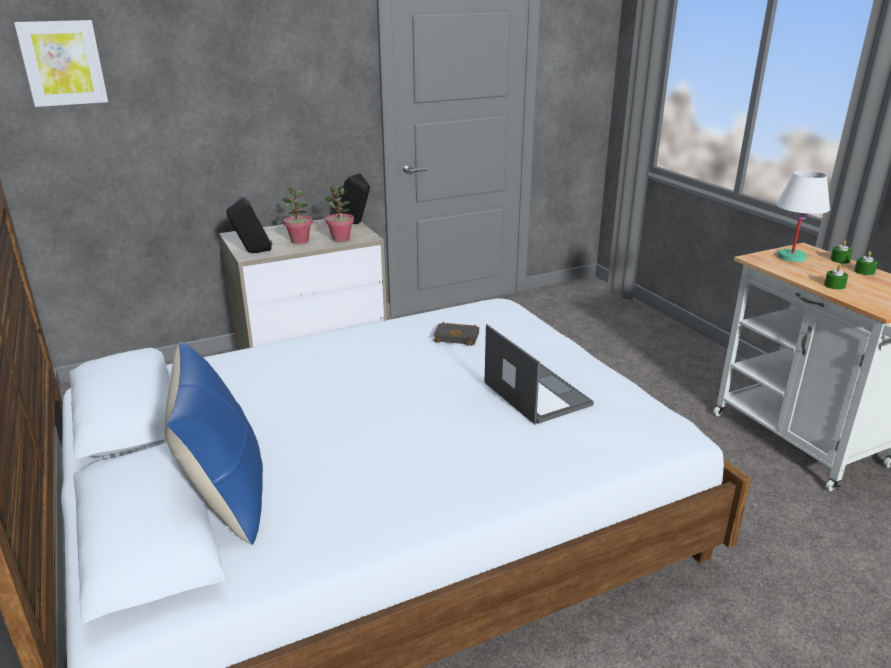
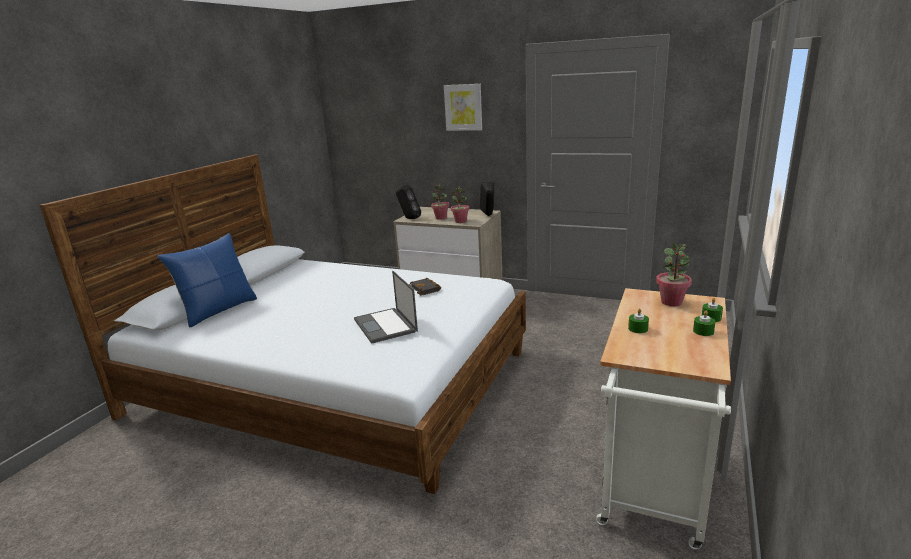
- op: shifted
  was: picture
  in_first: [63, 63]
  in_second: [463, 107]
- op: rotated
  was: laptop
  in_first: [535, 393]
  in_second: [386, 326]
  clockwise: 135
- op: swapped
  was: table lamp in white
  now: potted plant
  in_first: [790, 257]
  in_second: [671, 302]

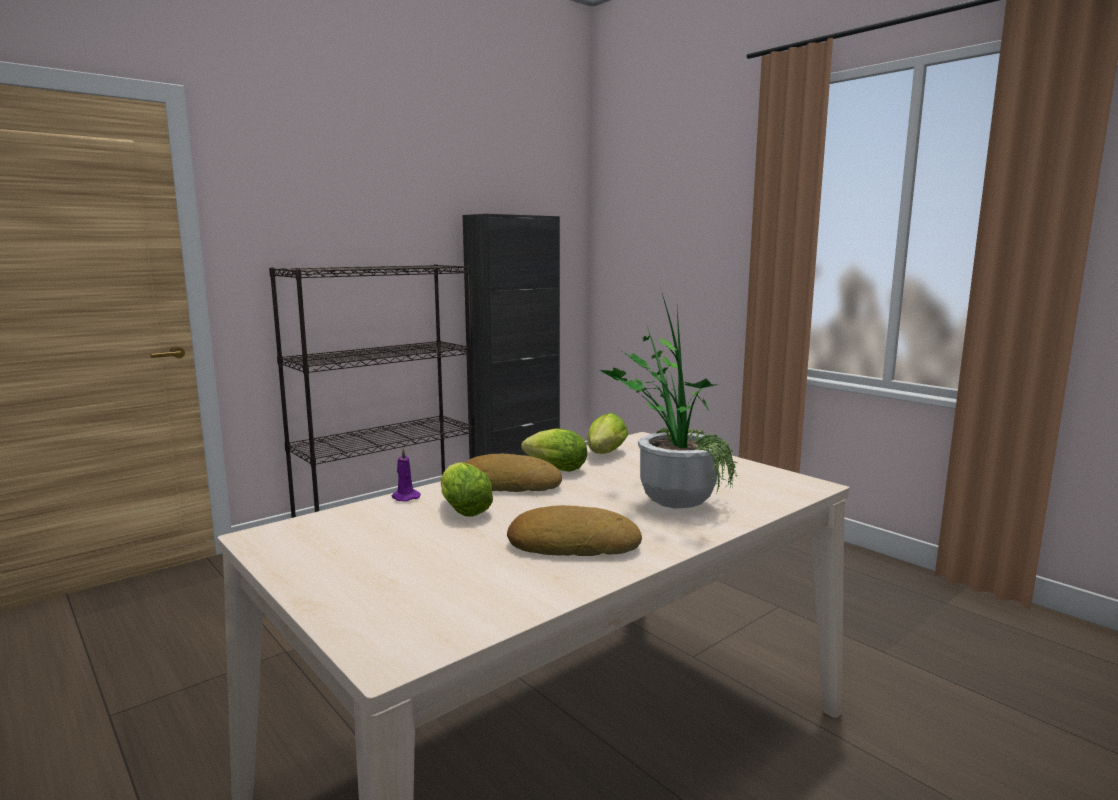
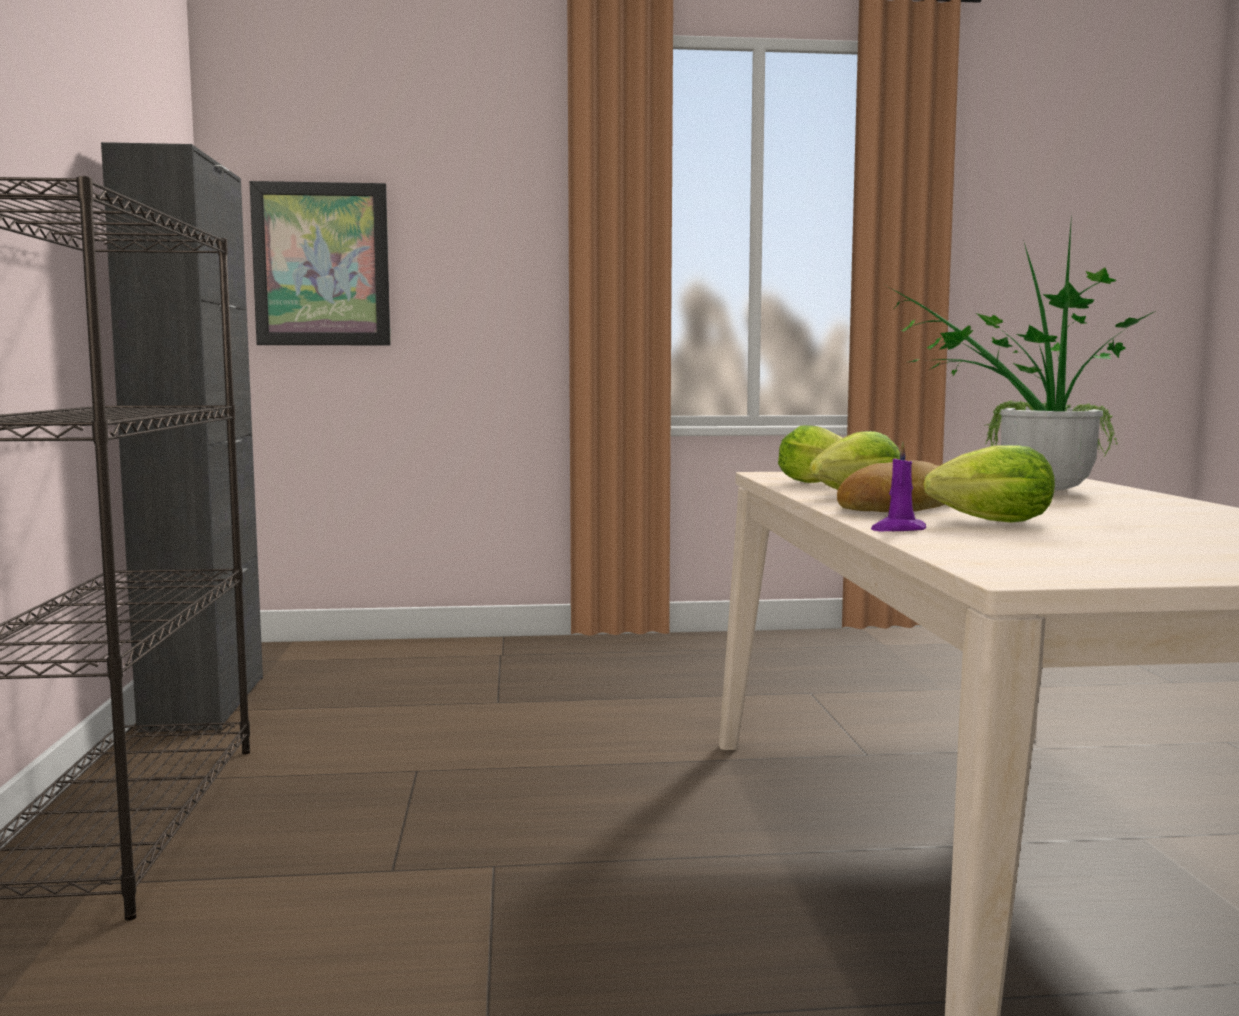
- op: gone
  was: bread
  in_first: [572, 544]
- op: new
  now: picture
  in_second: [321, 264]

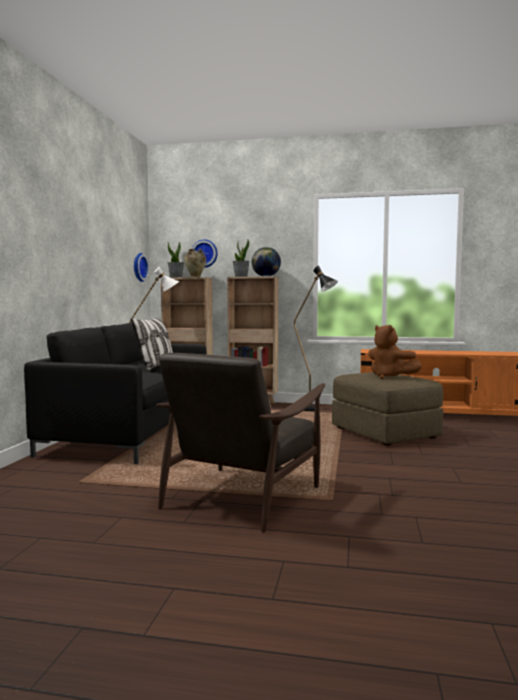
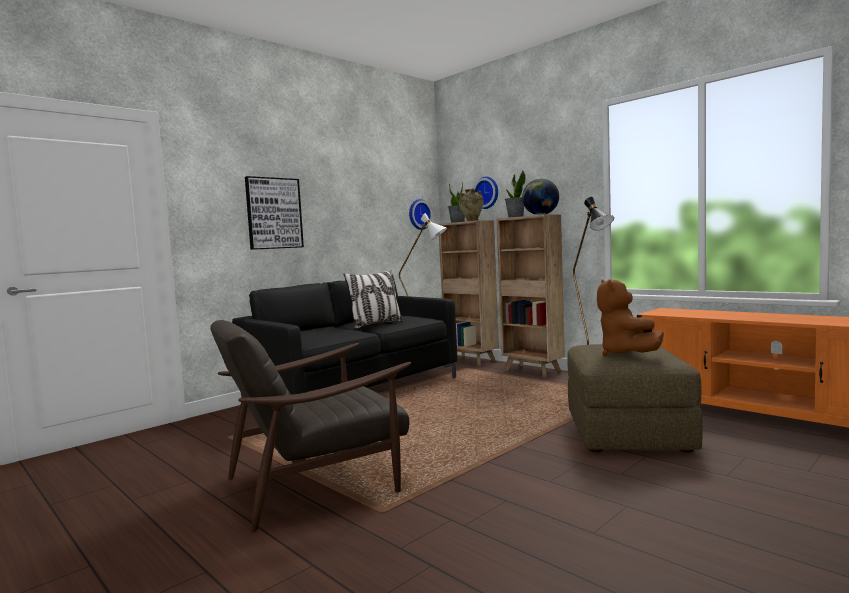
- op: new
  now: picture
  in_second: [274, 213]

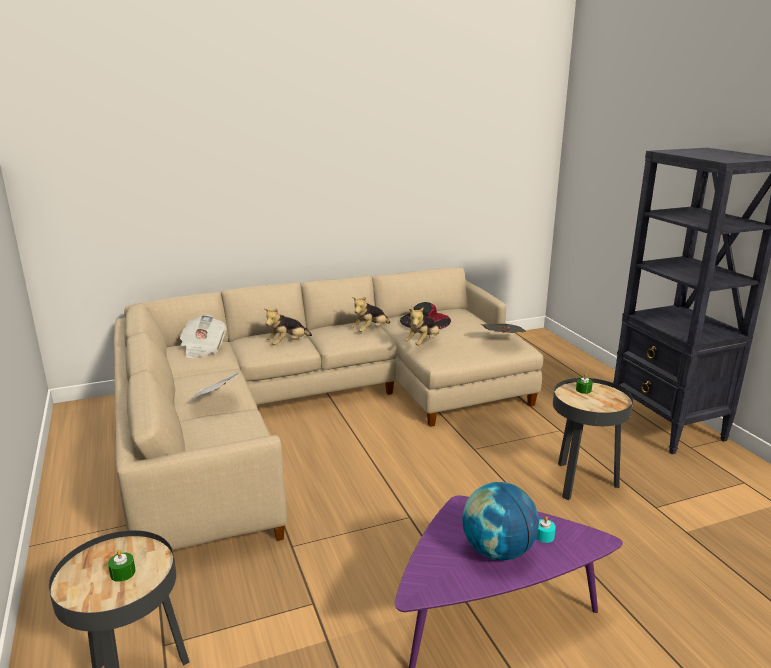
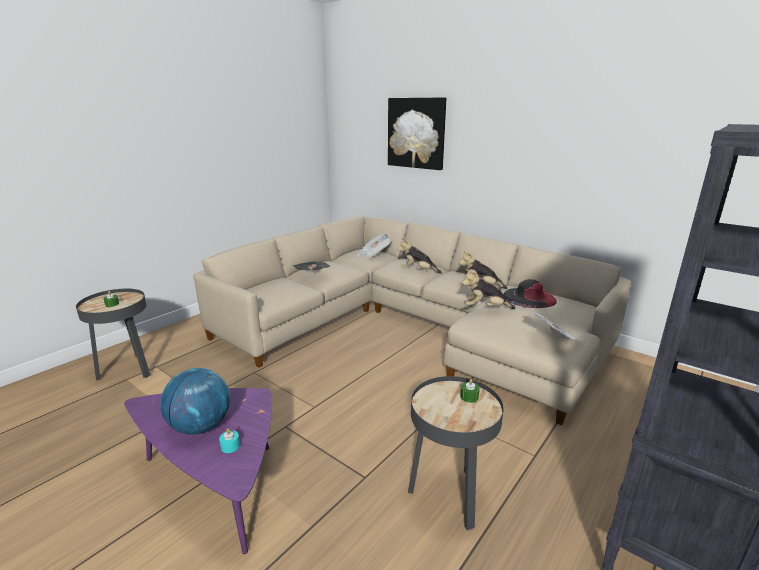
- op: new
  now: picture
  in_second: [416, 133]

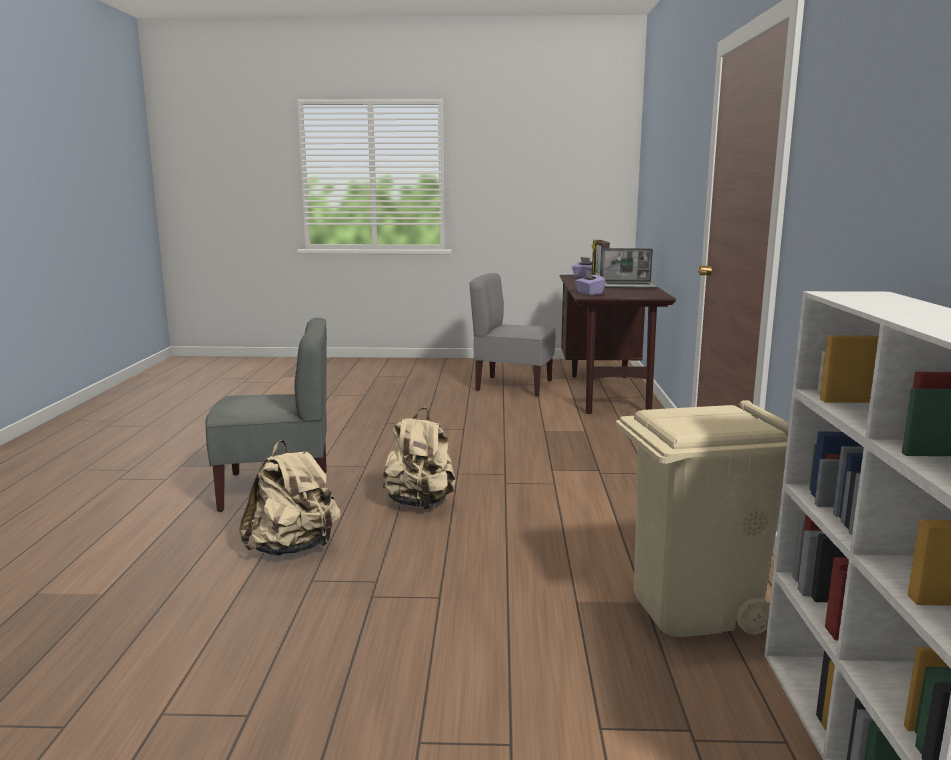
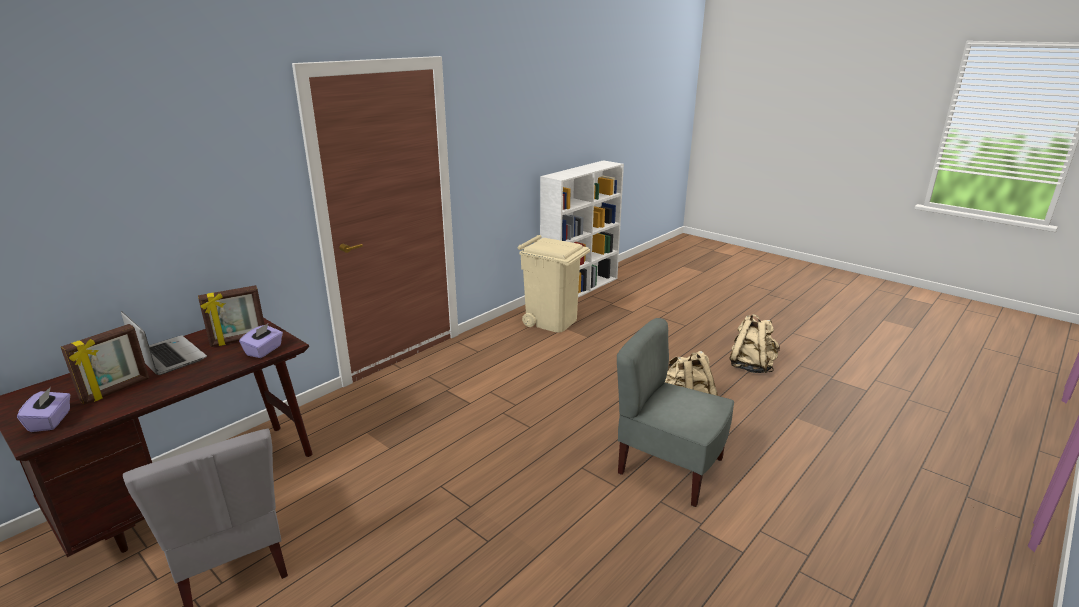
- op: shifted
  was: backpack in beige
  in_first: [420, 503]
  in_second: [751, 366]
- op: new
  now: picture frame
  in_second: [238, 340]

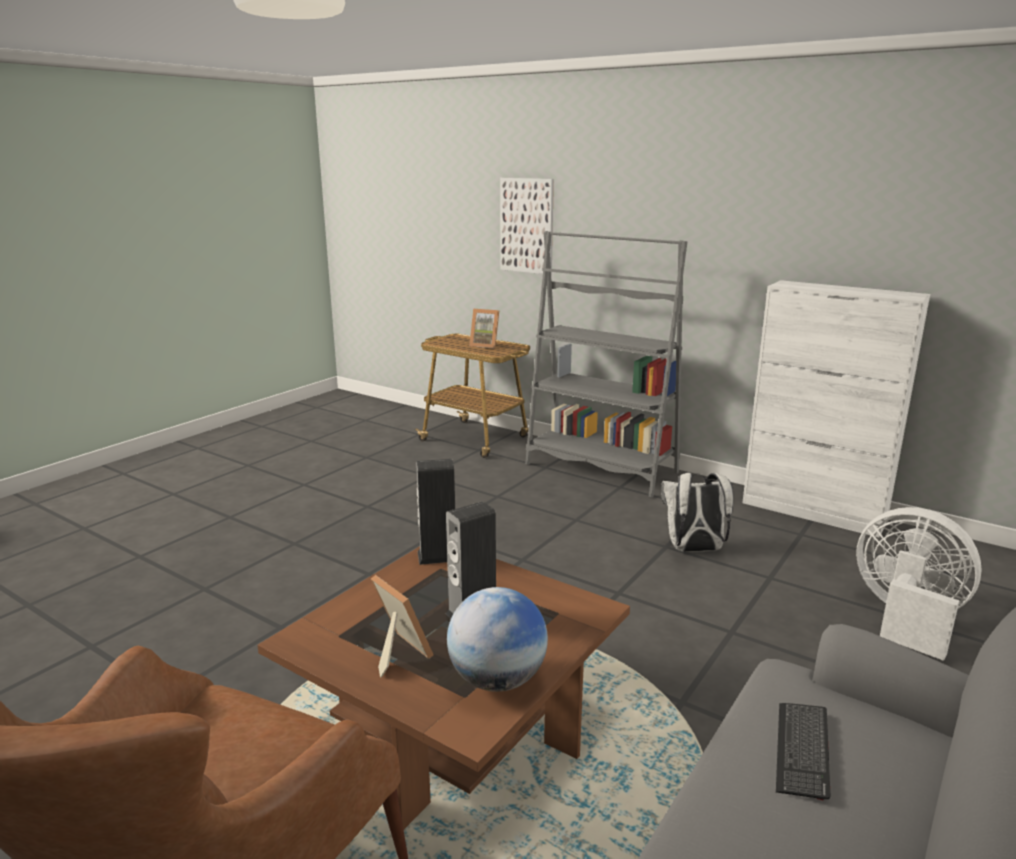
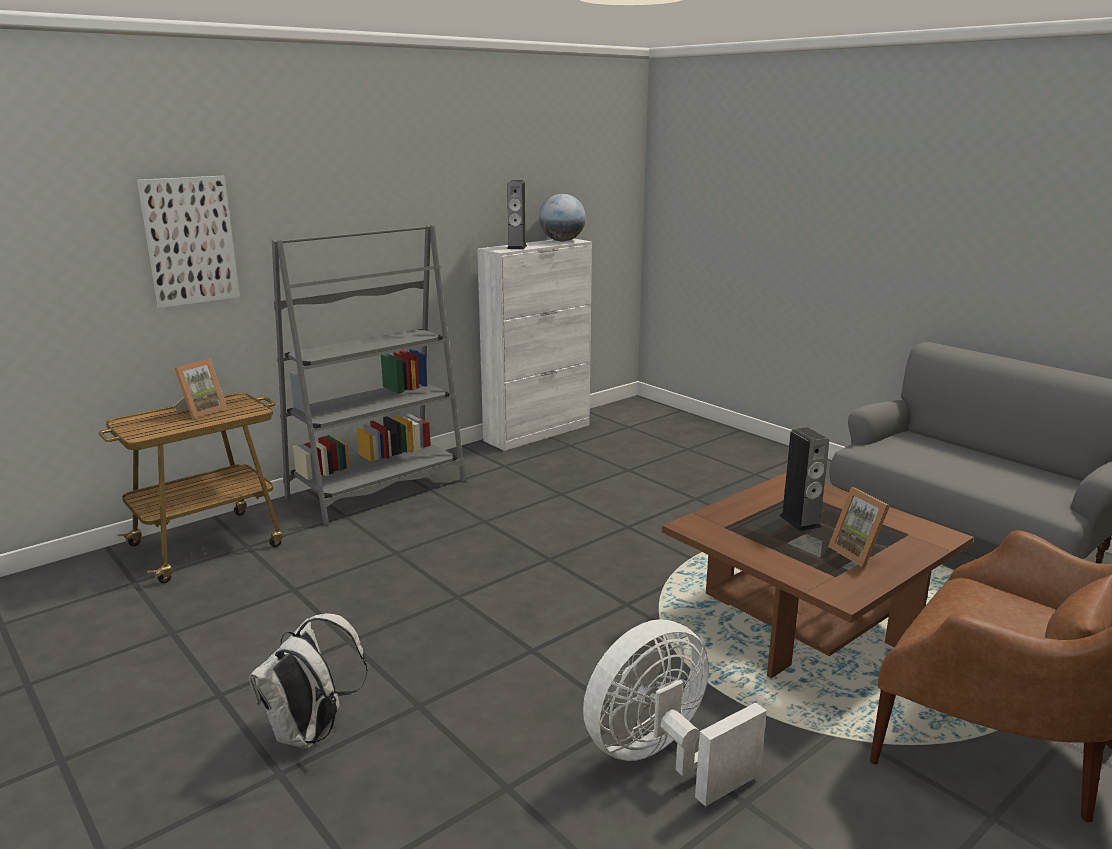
- op: rotated
  was: picture frame
  in_first: [397, 653]
  in_second: [859, 553]
  clockwise: -90
- op: shifted
  was: speaker
  in_first: [438, 556]
  in_second: [517, 247]
- op: shifted
  was: globe
  in_first: [497, 680]
  in_second: [562, 241]
- op: shifted
  was: backpack in white
  in_first: [694, 550]
  in_second: [311, 733]
- op: gone
  was: keyboard
  in_first: [802, 751]
- op: shifted
  was: fan in white
  in_first: [906, 618]
  in_second: [662, 758]

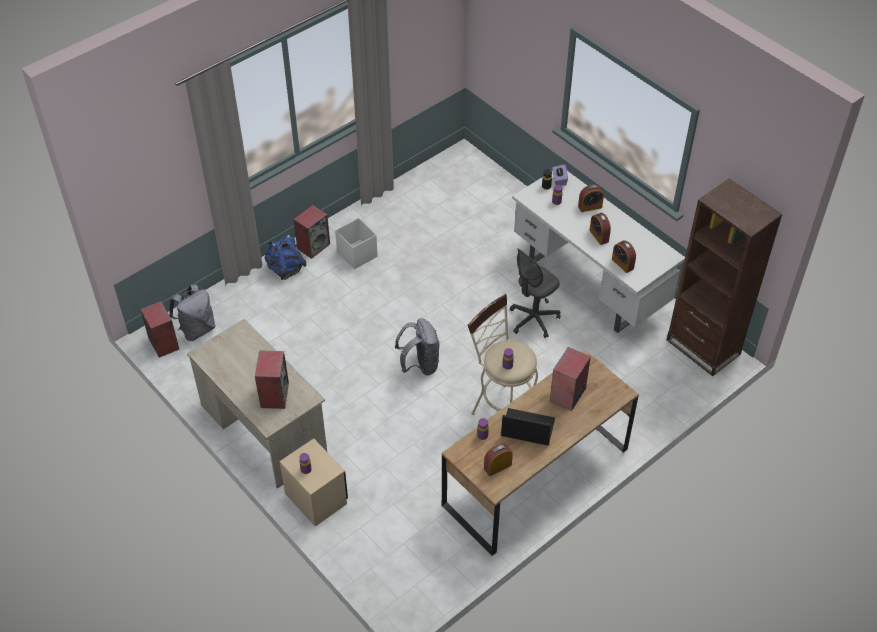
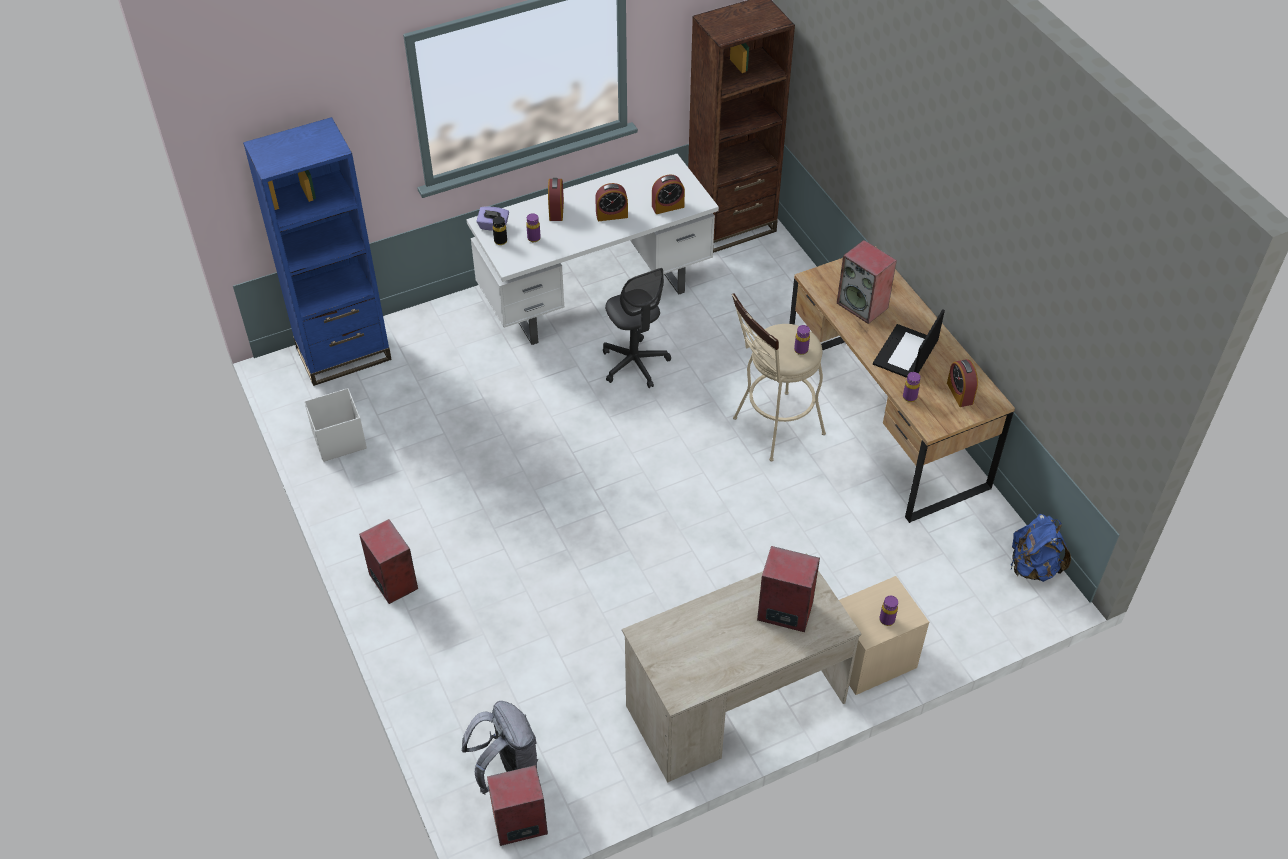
- op: shifted
  was: backpack in blue
  in_first: [286, 269]
  in_second: [1033, 567]
- op: shifted
  was: storage box in white
  in_first: [357, 254]
  in_second: [338, 440]
- op: gone
  was: backpack in grey
  in_first: [420, 365]
- op: new
  now: bookcase in blue
  in_second: [344, 354]

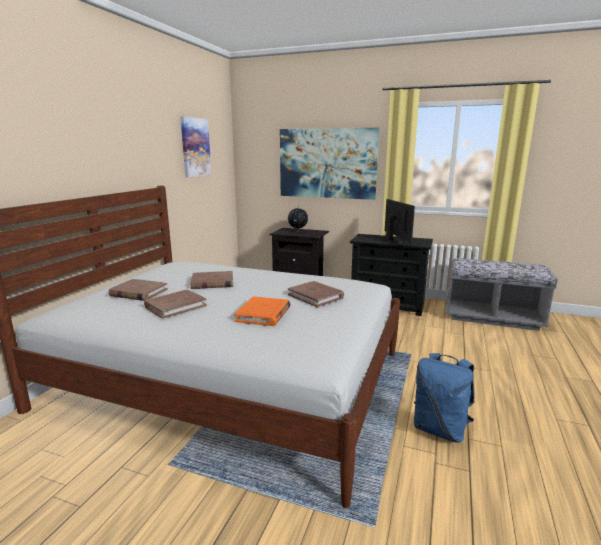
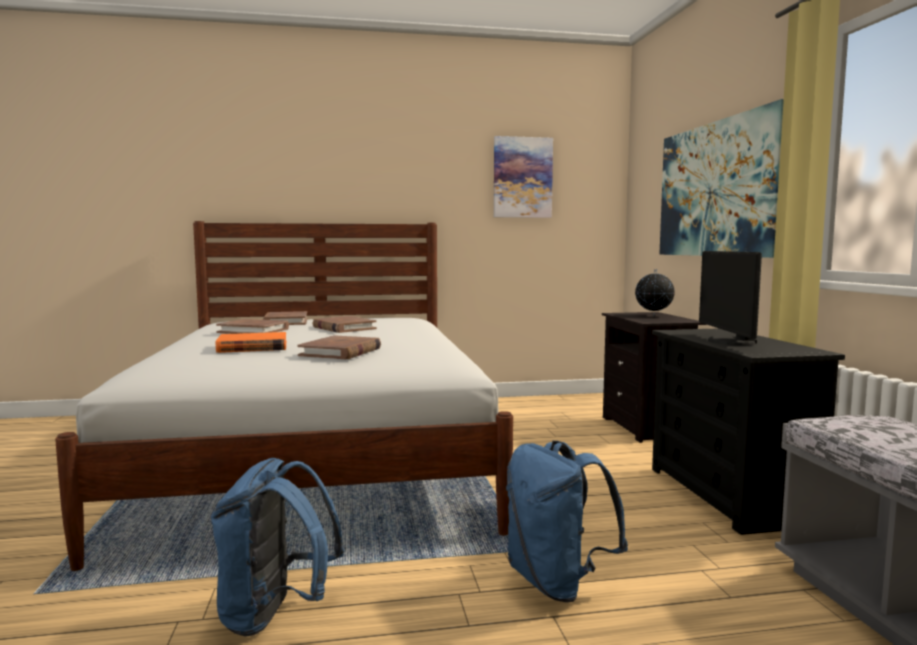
- op: rotated
  was: monitor
  in_first: [395, 241]
  in_second: [729, 342]
  clockwise: 135
- op: new
  now: backpack in blue
  in_second: [557, 583]

